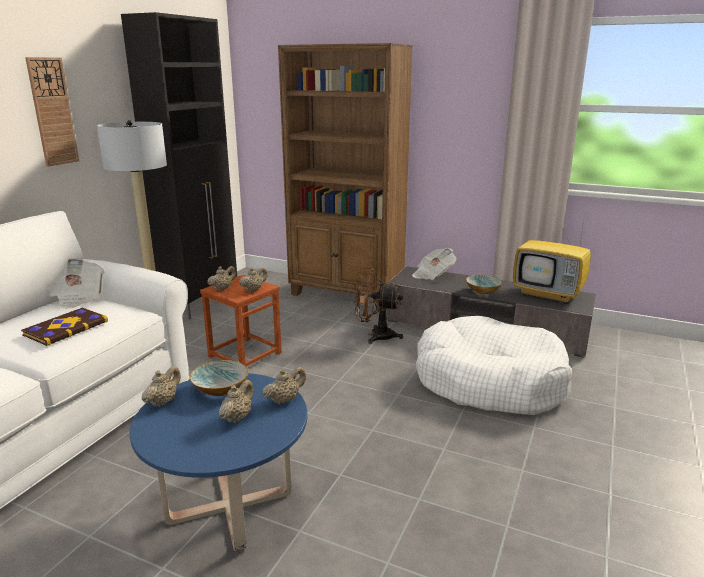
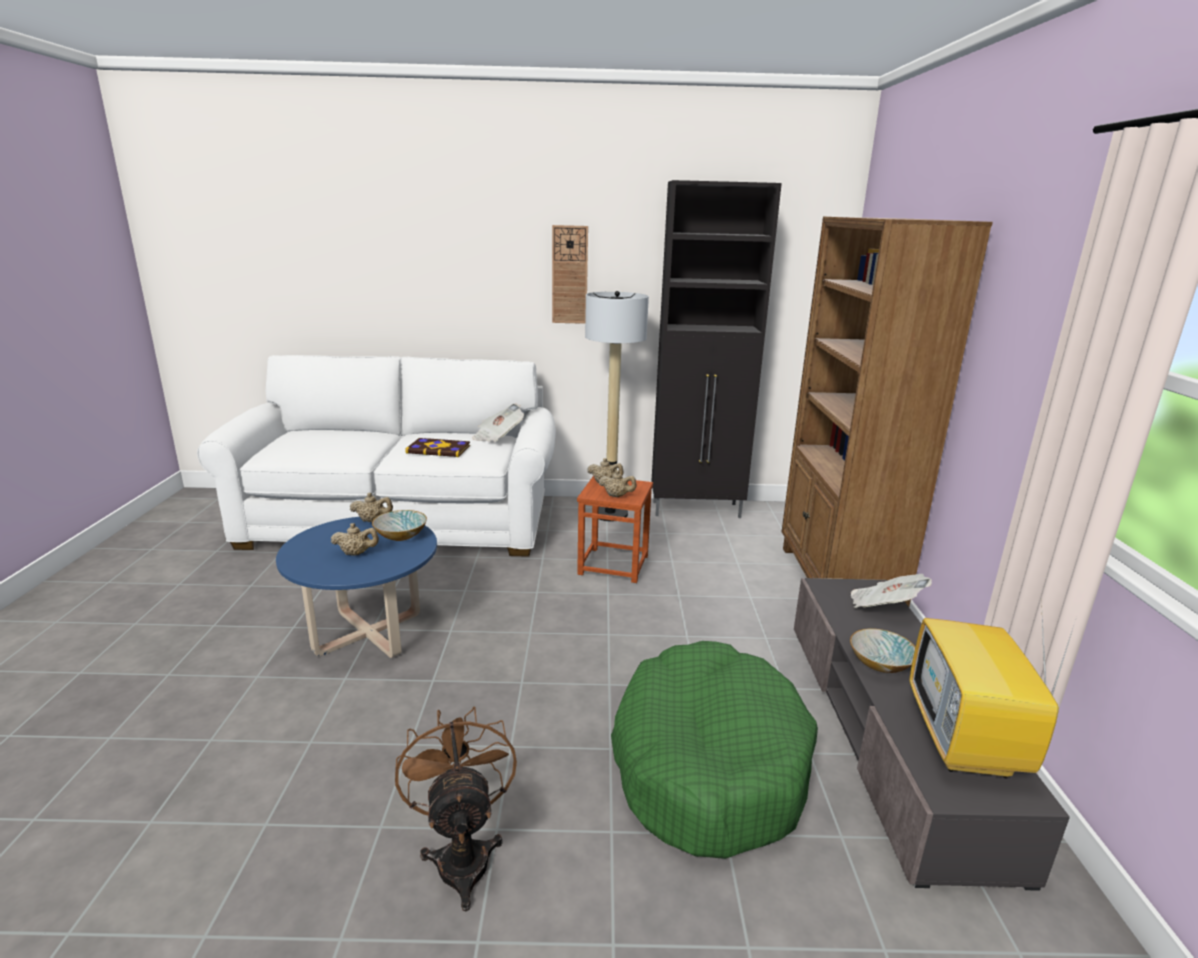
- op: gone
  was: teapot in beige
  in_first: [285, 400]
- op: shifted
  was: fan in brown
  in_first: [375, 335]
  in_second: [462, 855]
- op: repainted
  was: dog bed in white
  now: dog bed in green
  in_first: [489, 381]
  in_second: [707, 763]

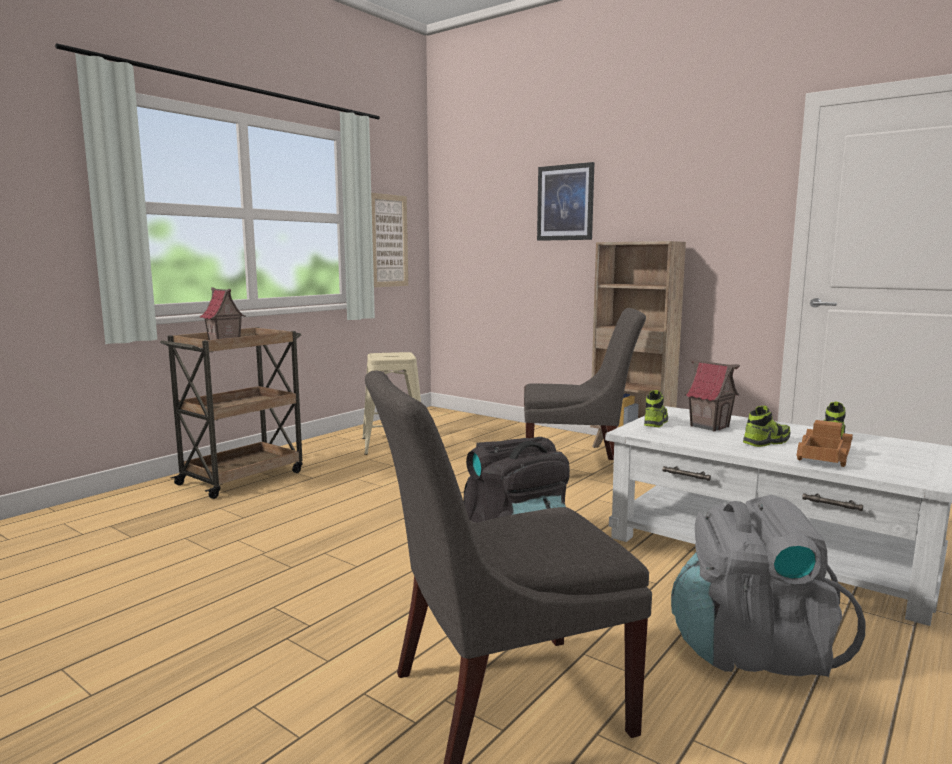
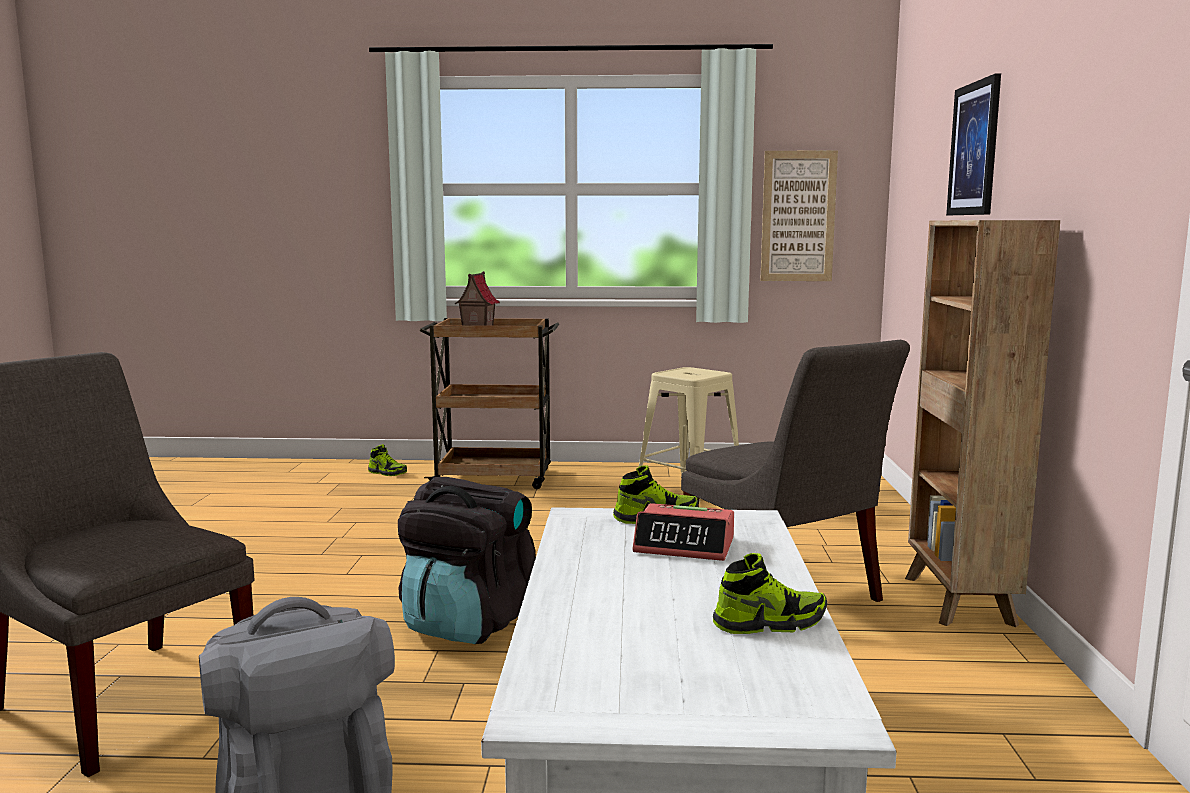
- op: swapped
  was: toy house
  now: alarm clock
  in_first: [709, 426]
  in_second: [685, 546]
- op: shifted
  was: shoe
  in_first: [766, 442]
  in_second: [387, 473]
- op: gone
  was: toy truck
  in_first: [822, 456]

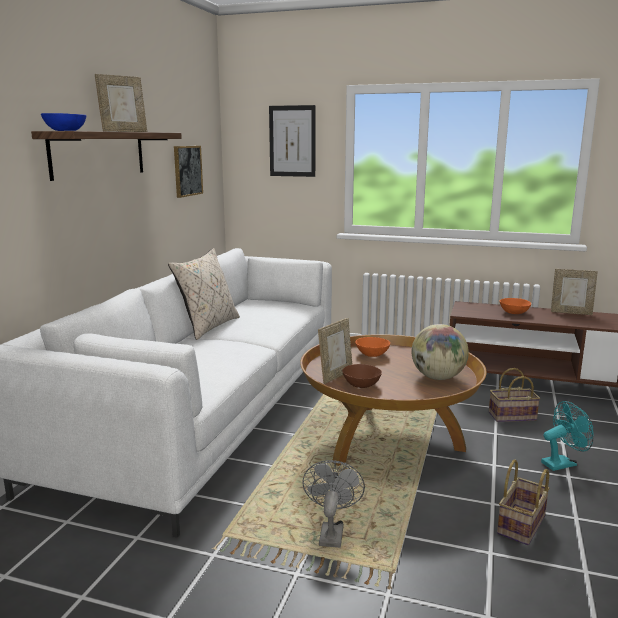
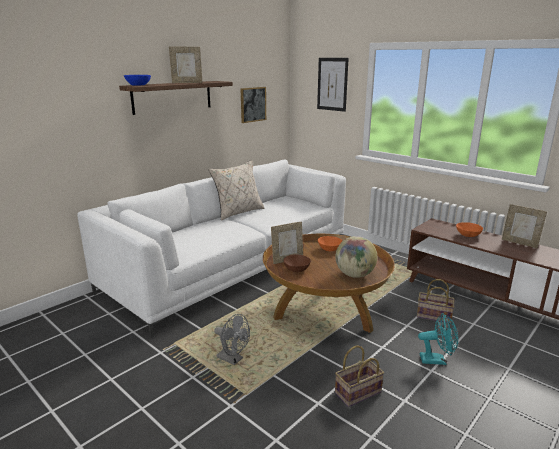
- op: rotated
  was: fan in grey
  in_first: [331, 532]
  in_second: [233, 359]
  clockwise: 90

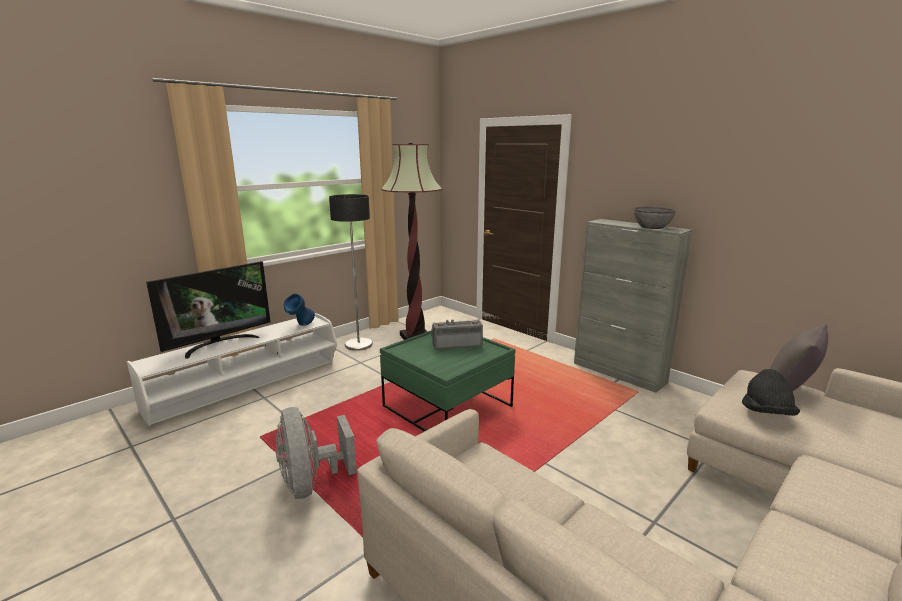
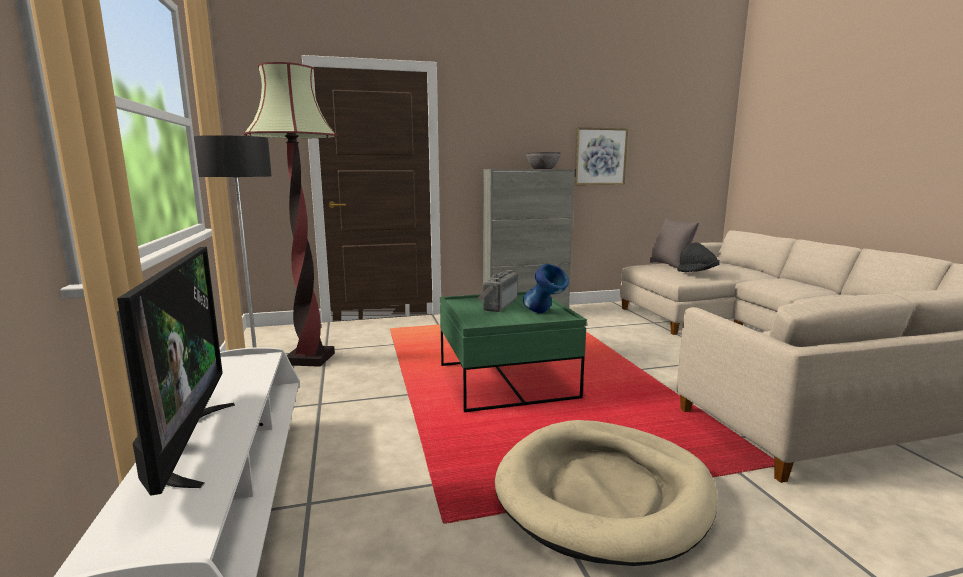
- op: swapped
  was: fan in grey
  now: dog bed in beige
  in_first: [311, 483]
  in_second: [604, 493]
- op: shifted
  was: vase in blue
  in_first: [301, 326]
  in_second: [544, 314]
- op: new
  now: picture
  in_second: [600, 156]

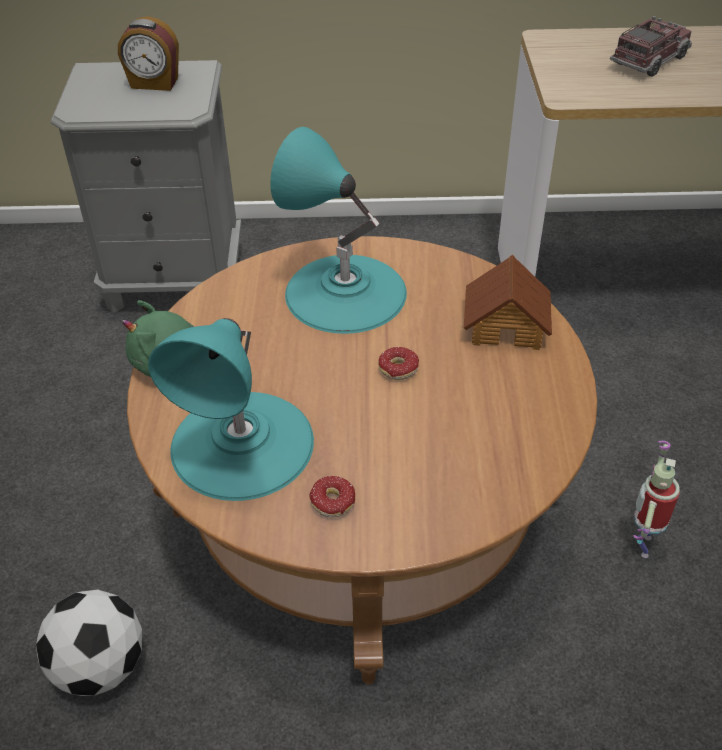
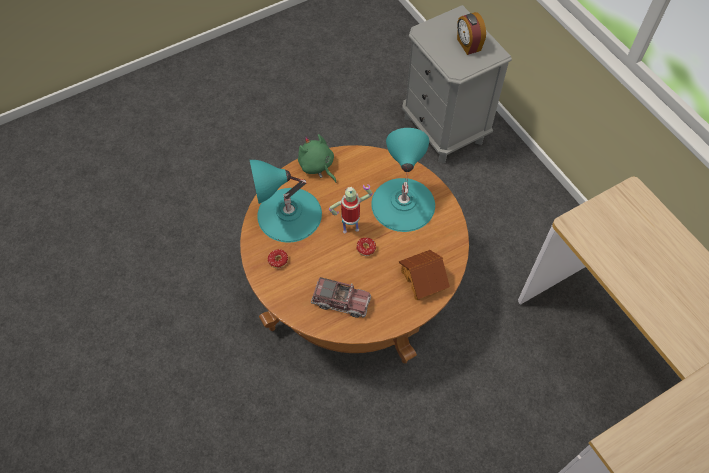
- op: gone
  was: football
  in_first: [100, 667]
- op: shifted
  was: toy truck
  in_first: [649, 60]
  in_second: [341, 301]
- op: shifted
  was: toy robot
  in_first: [641, 544]
  in_second: [351, 228]

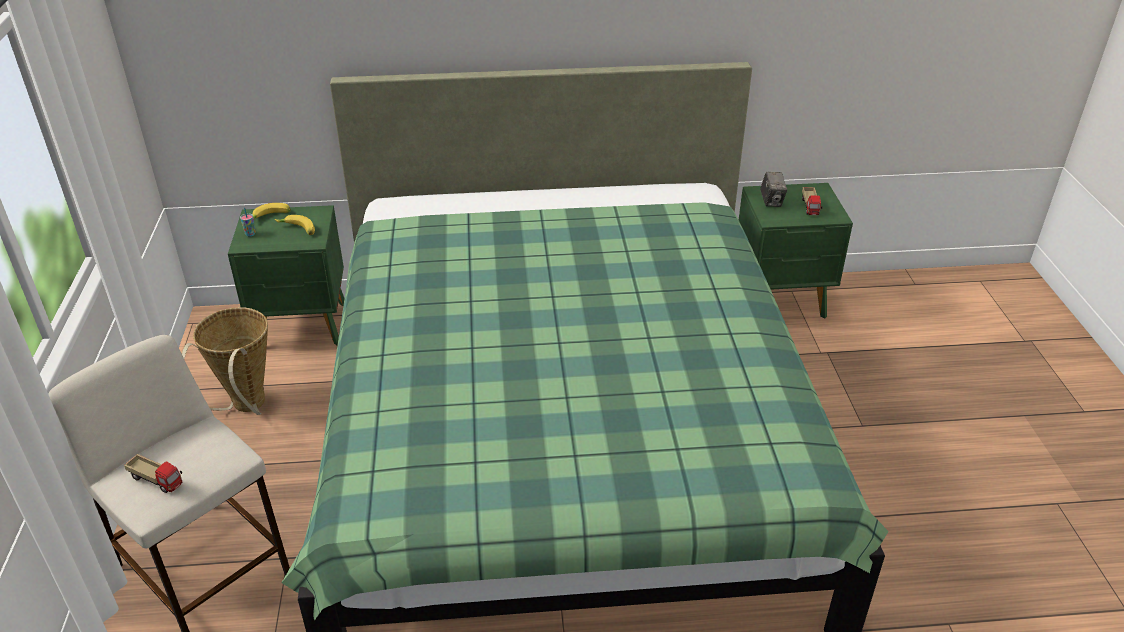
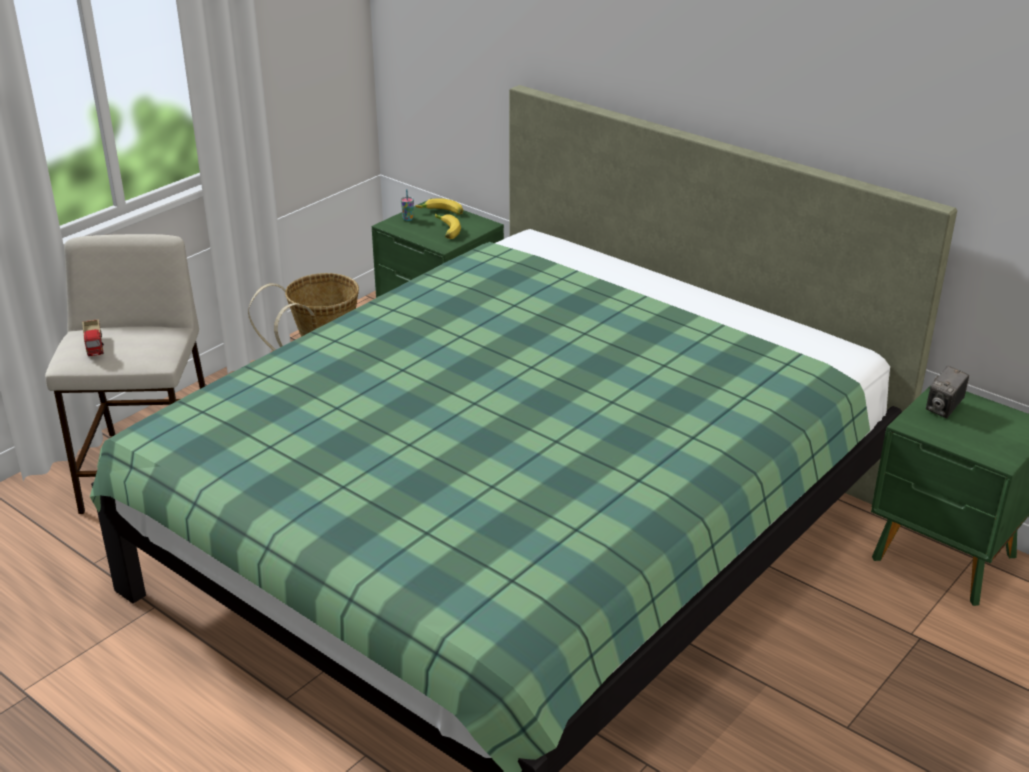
- op: gone
  was: toy truck
  in_first: [810, 207]

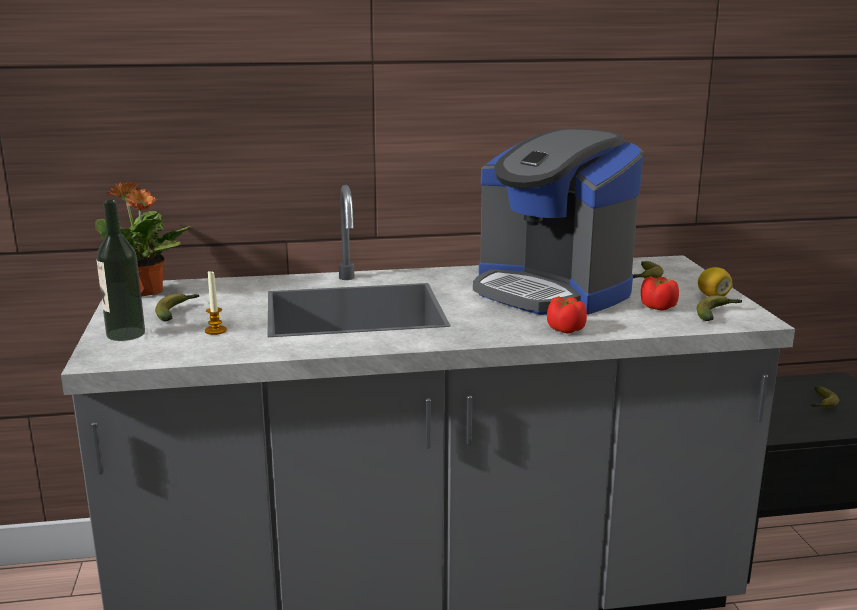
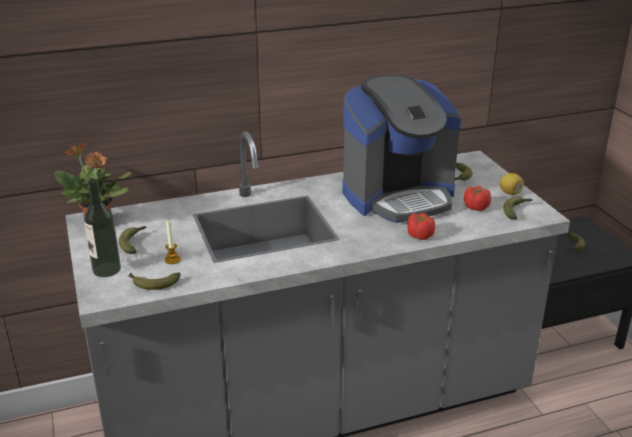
- op: rotated
  was: coffee machine
  in_first: [551, 290]
  in_second: [398, 196]
  clockwise: -60
- op: new
  now: banana
  in_second: [152, 284]

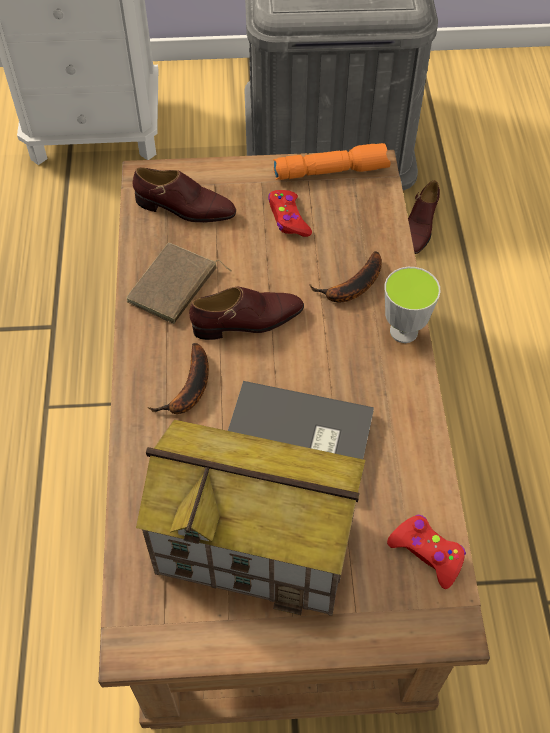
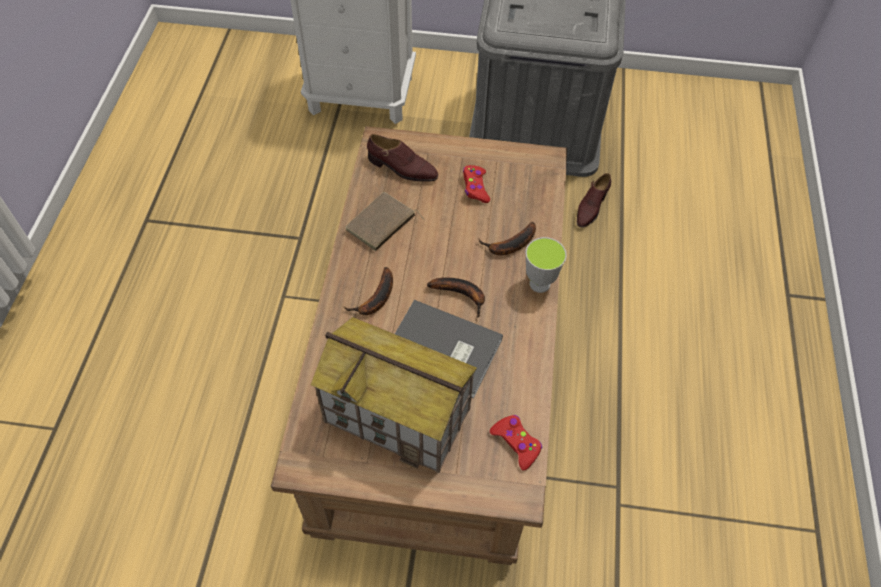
- op: gone
  was: shoe in brown
  in_first: [248, 321]
- op: gone
  was: flashlight in orange
  in_first: [331, 170]
- op: new
  now: banana
  in_second: [462, 295]

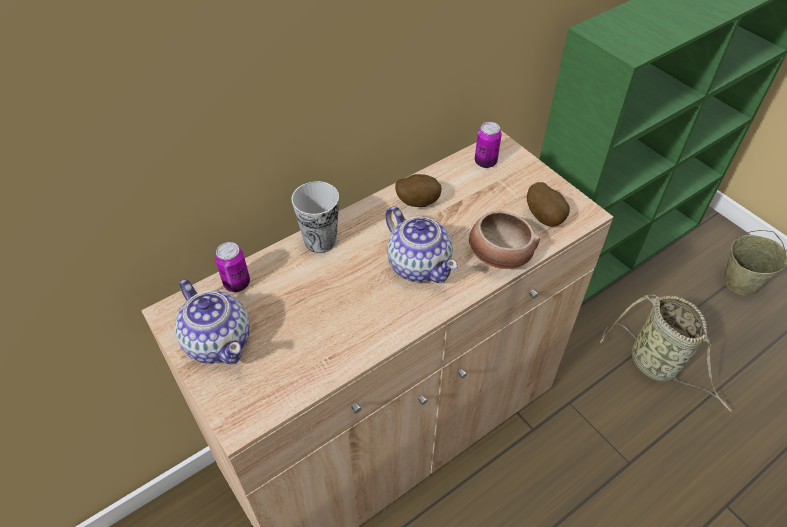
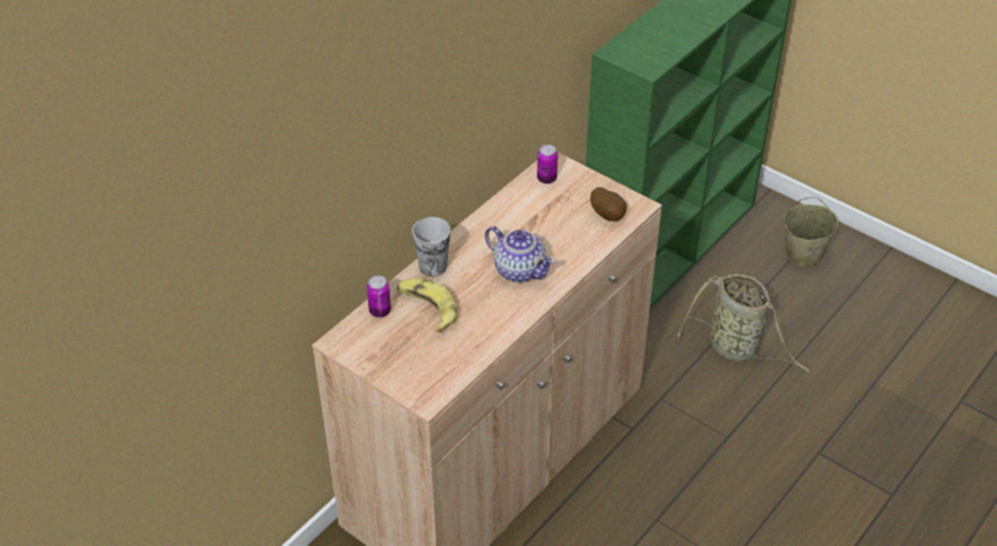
- op: gone
  was: teapot
  in_first: [218, 340]
- op: gone
  was: potato
  in_first: [417, 202]
- op: gone
  was: bowl
  in_first: [498, 255]
- op: new
  now: banana
  in_second: [427, 308]

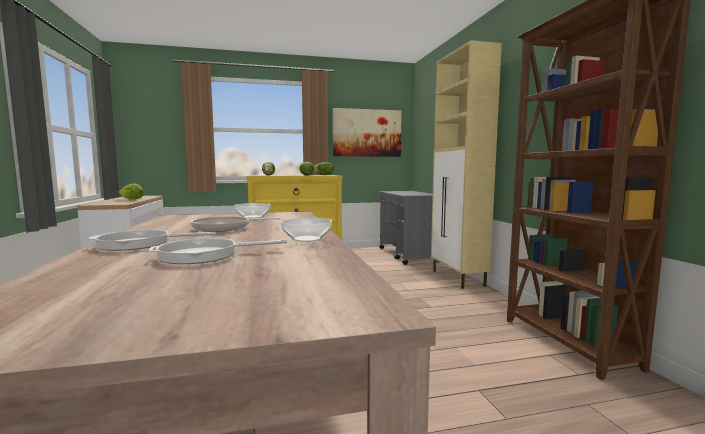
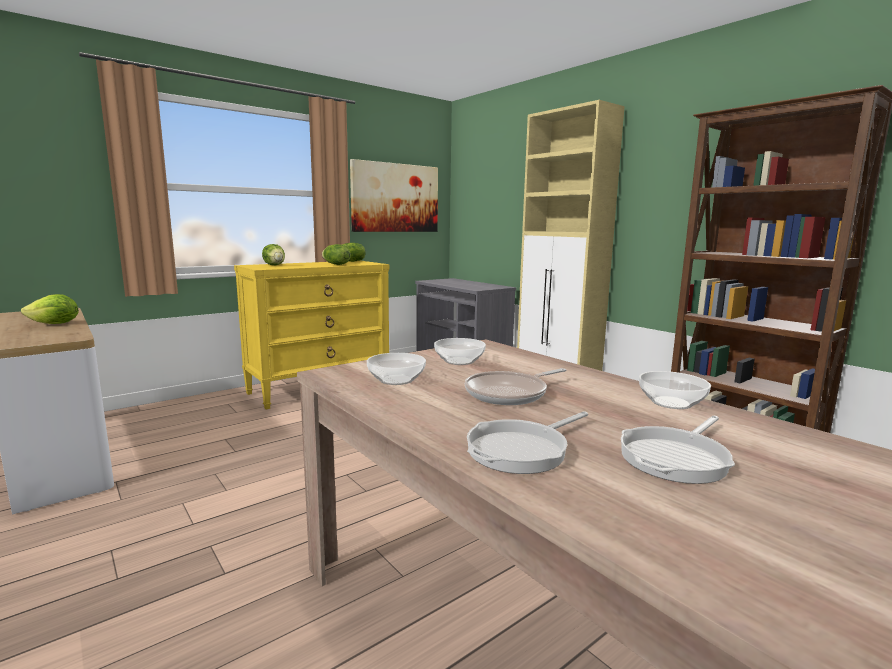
- op: new
  now: bowl
  in_second: [395, 380]

